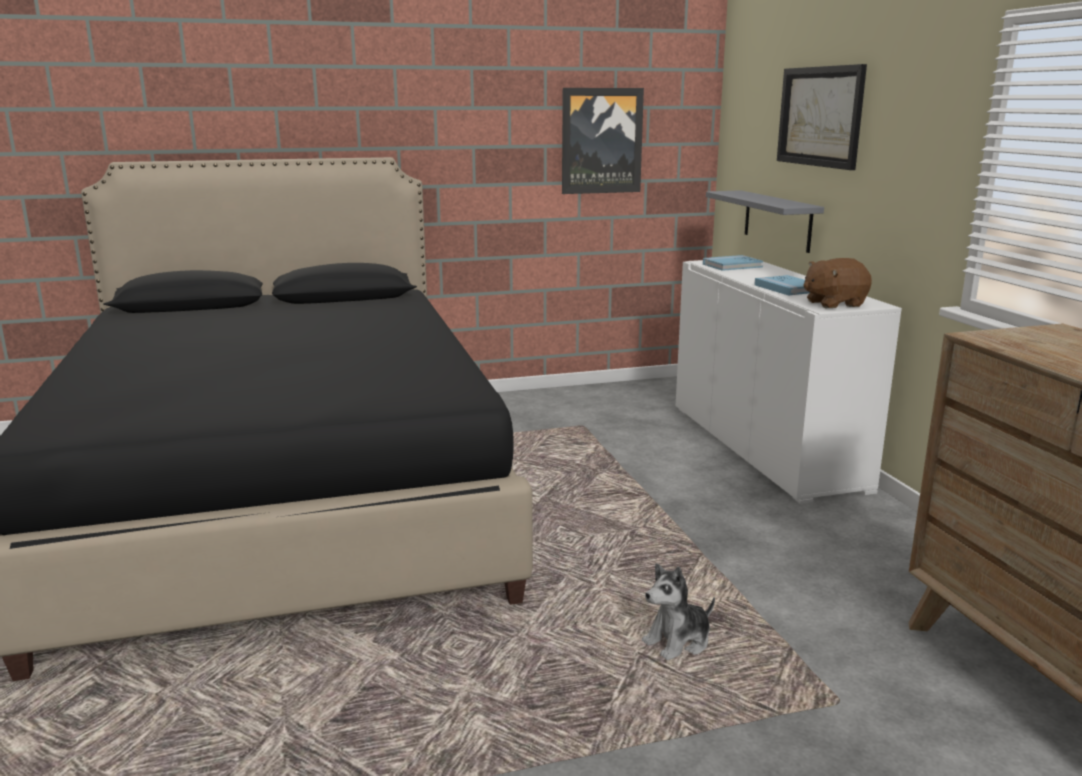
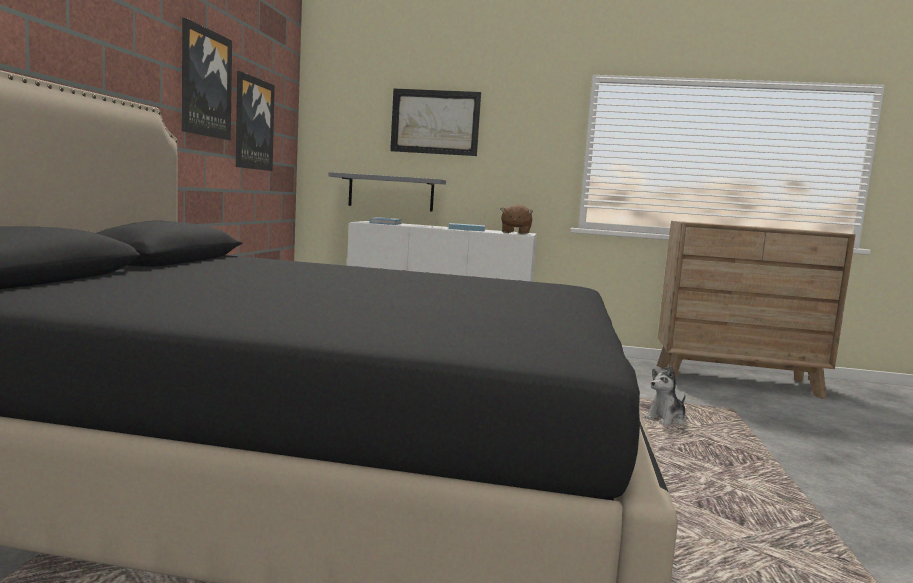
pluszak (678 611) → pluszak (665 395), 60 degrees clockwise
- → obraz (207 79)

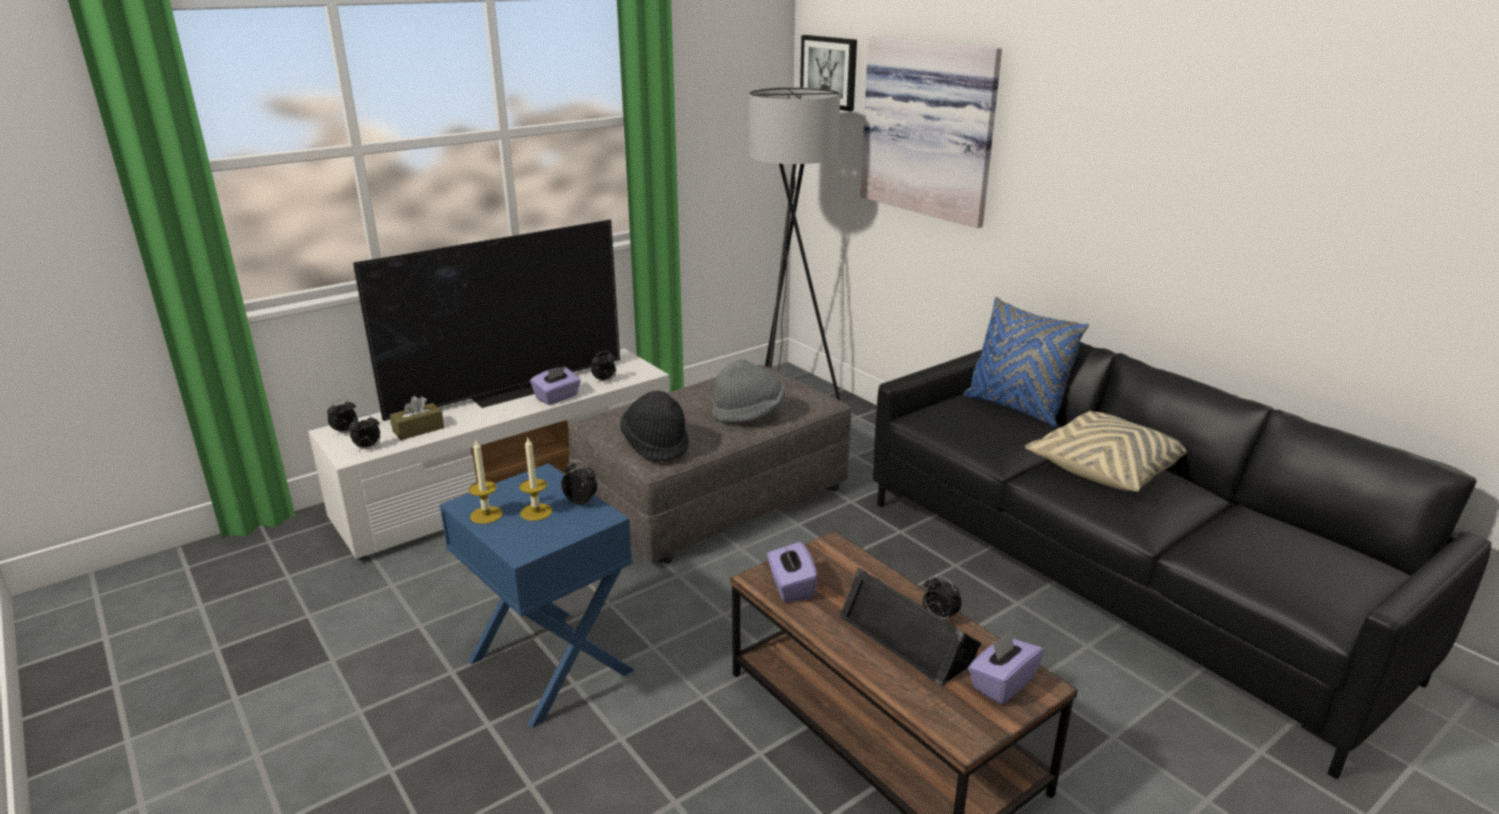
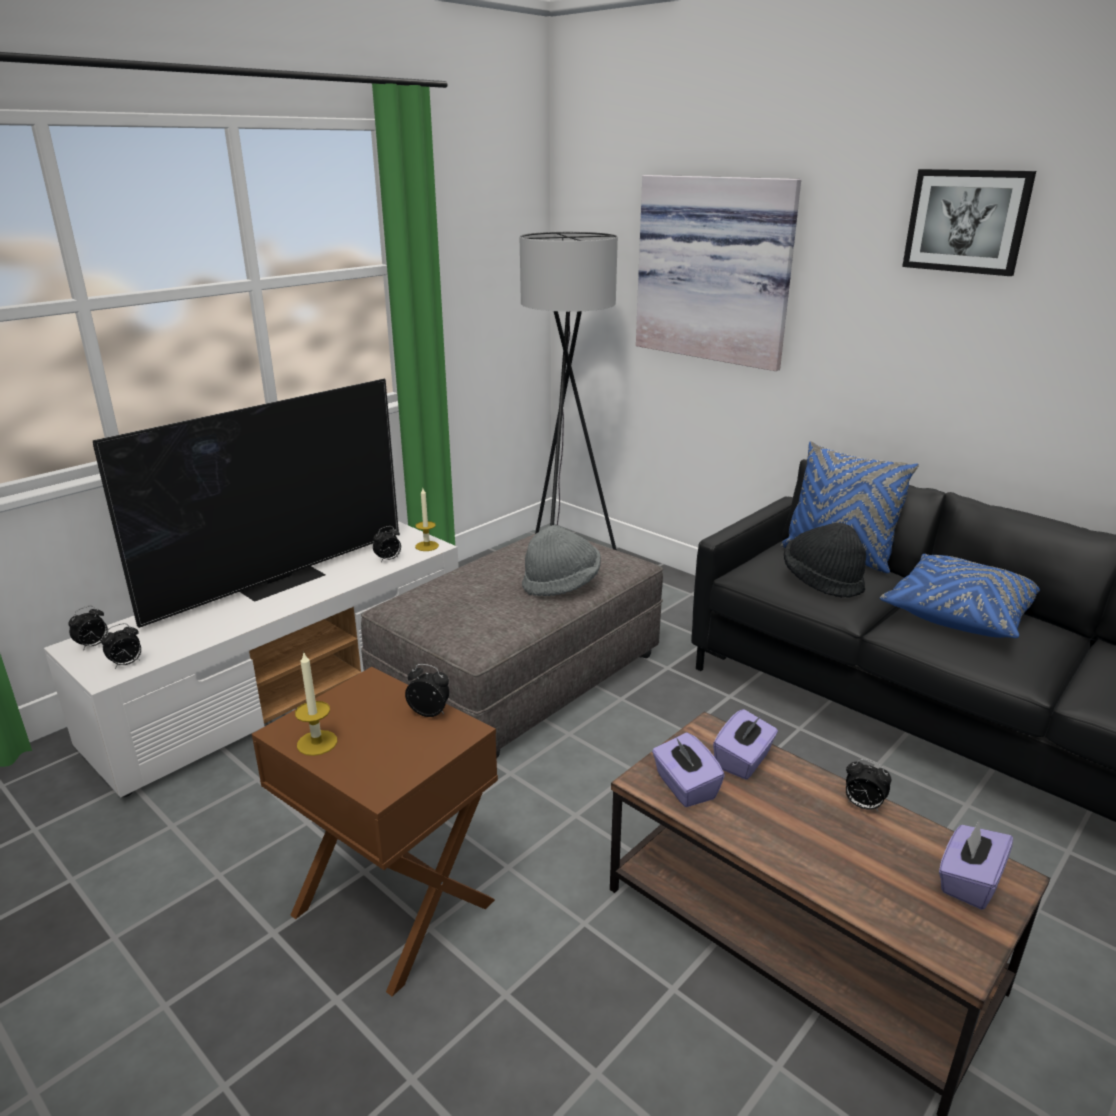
pudełko chusteczek (brązowy) (417 418) → -
stolik (niebieski) (536 595) → stolik (brązowy) (375 832)
świeca (535 478) → świeca (427 519), relocated
pudełko chusteczek (fioletowy) (555 385) → pudełko chusteczek (fioletowy) (745 744), relocated
kapelusz (czarny) (654 426) → kapelusz (czarny) (825 560), relocated
obraz (828 73) → obraz (969 222), relocated
głośnik (czarny) (910 626) → -
poduszka (beżowy) (1106 451) → poduszka (niebieski) (960 596)

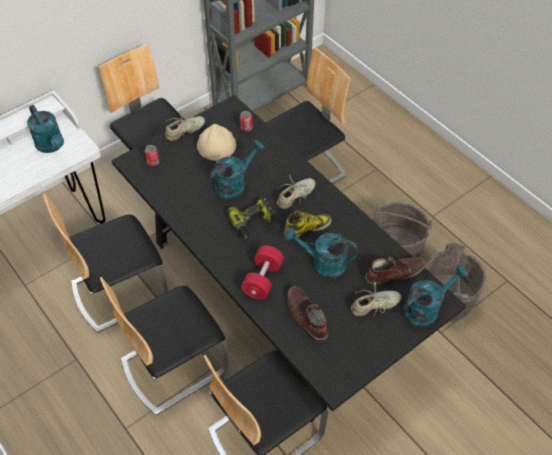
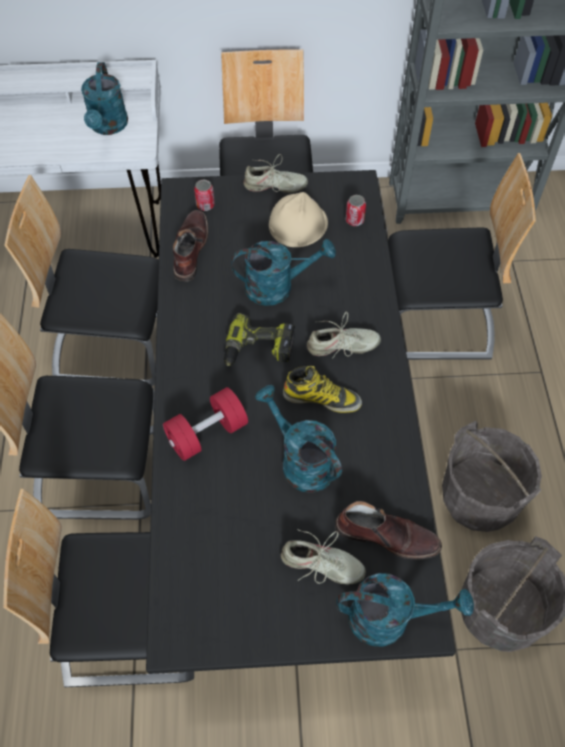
but z cholewką (brązowy) (307 314) → but z cholewką (brązowy) (190 246), relocated

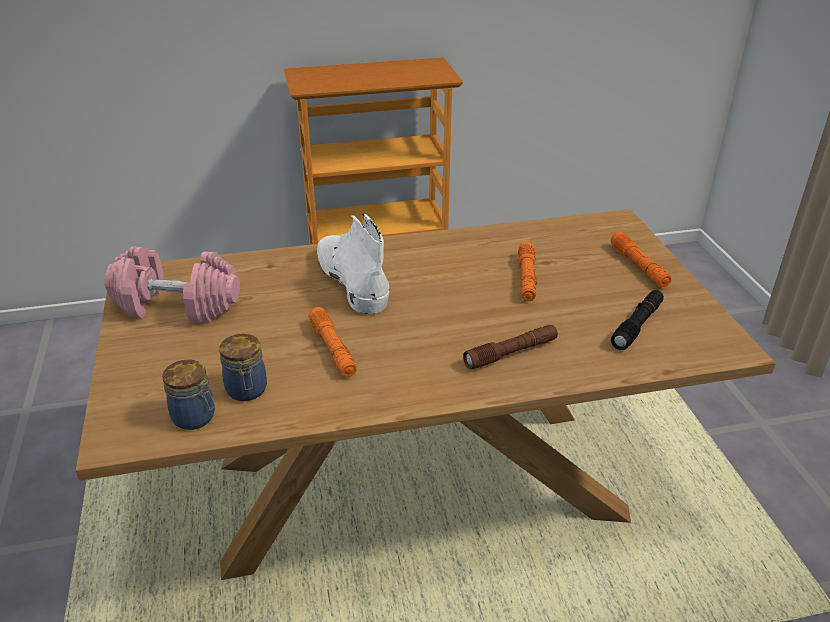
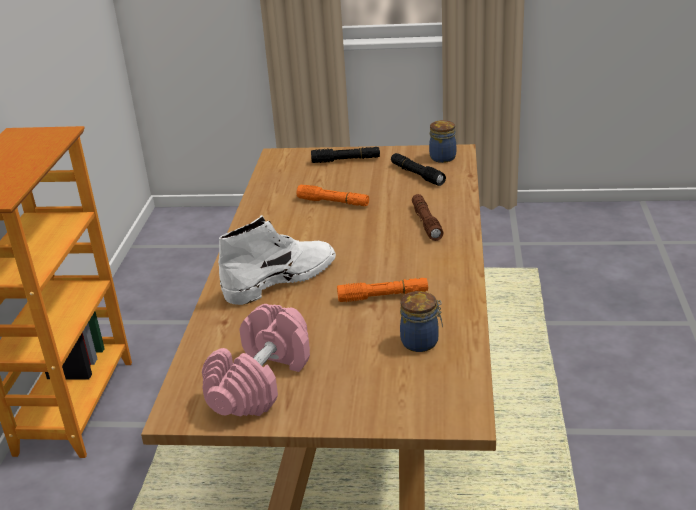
słoik (188 395) → słoik (442 141), relocated
but z cholewką (biały) (353 264) → but z cholewką (biały) (277 260), 150 degrees clockwise
latarka (pomarańczowy) (641 259) → latarka (czarny) (345 155)

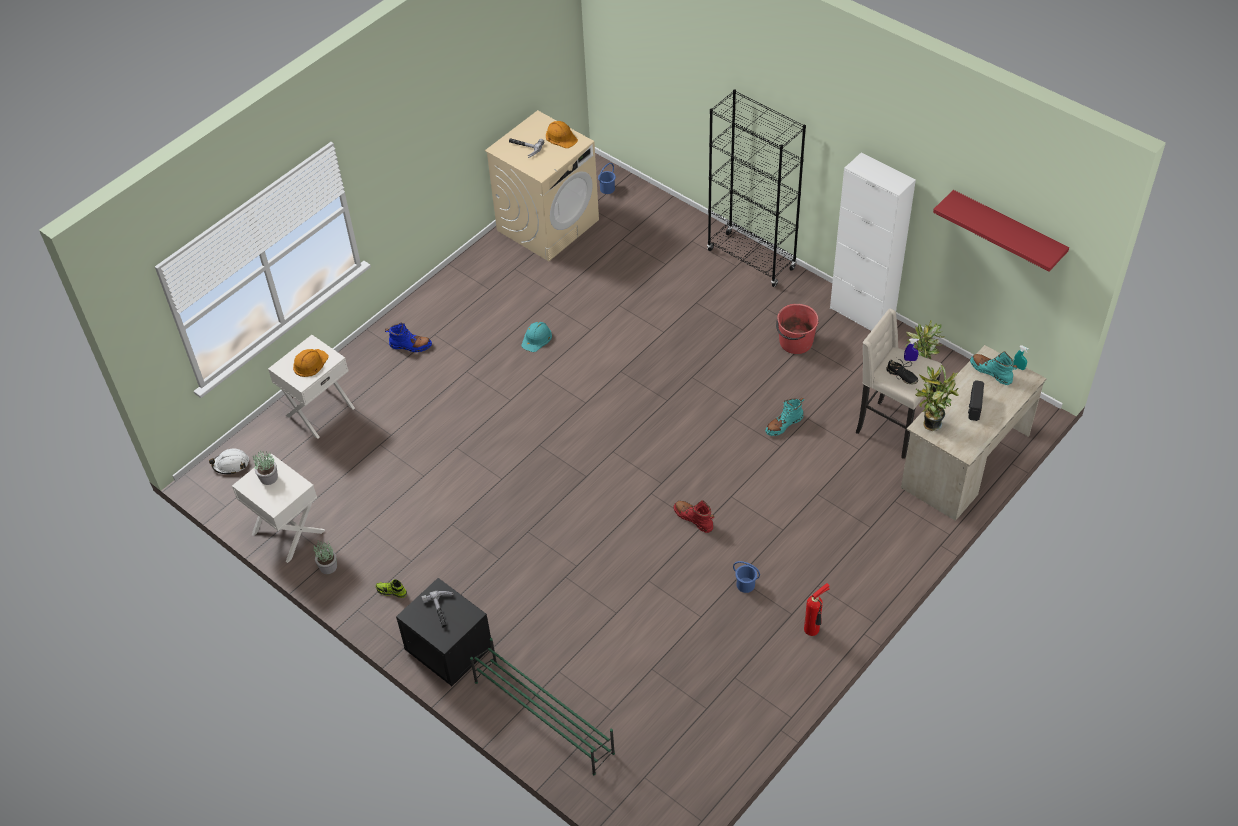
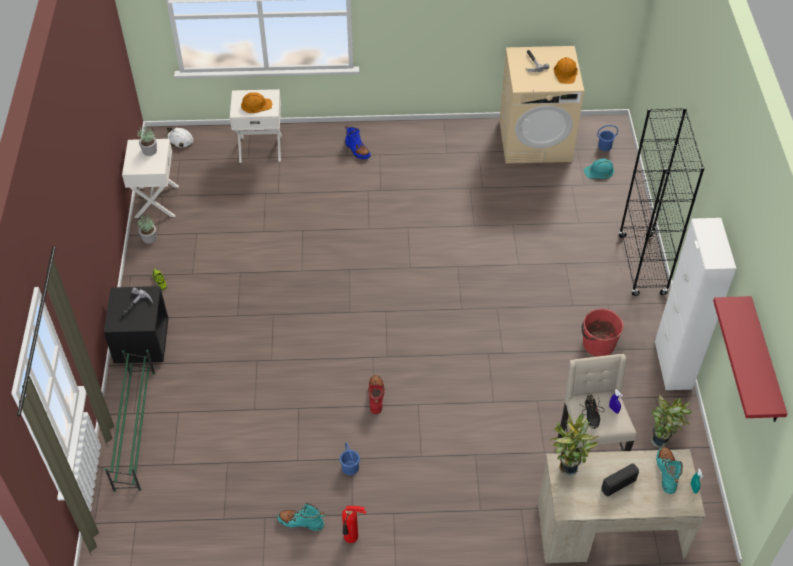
kask (turkusowy) (536 337) → kask (turkusowy) (599 168), relocated
but z cholewką (turkusowy) (785 417) → but z cholewką (turkusowy) (301 517), relocated

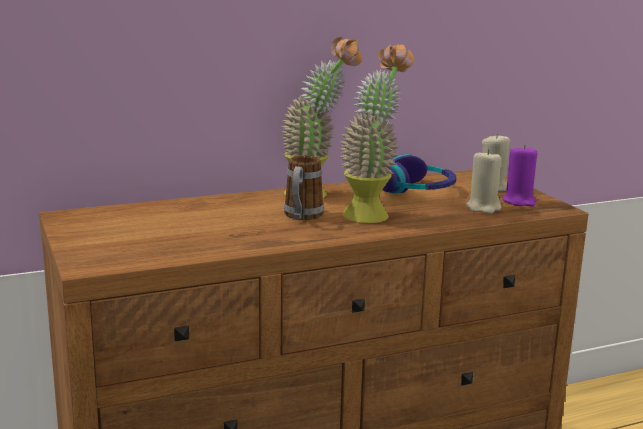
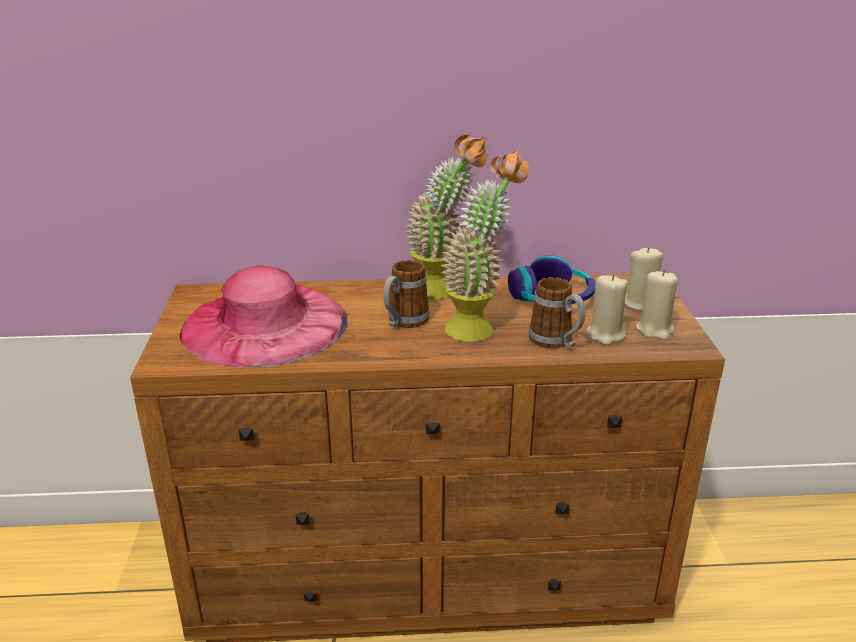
świeca (fioletowy) (520 175) → świeca (beżowy) (657 305)
- → kapelusz (różowy) (263 316)
- → kubek (557 312)

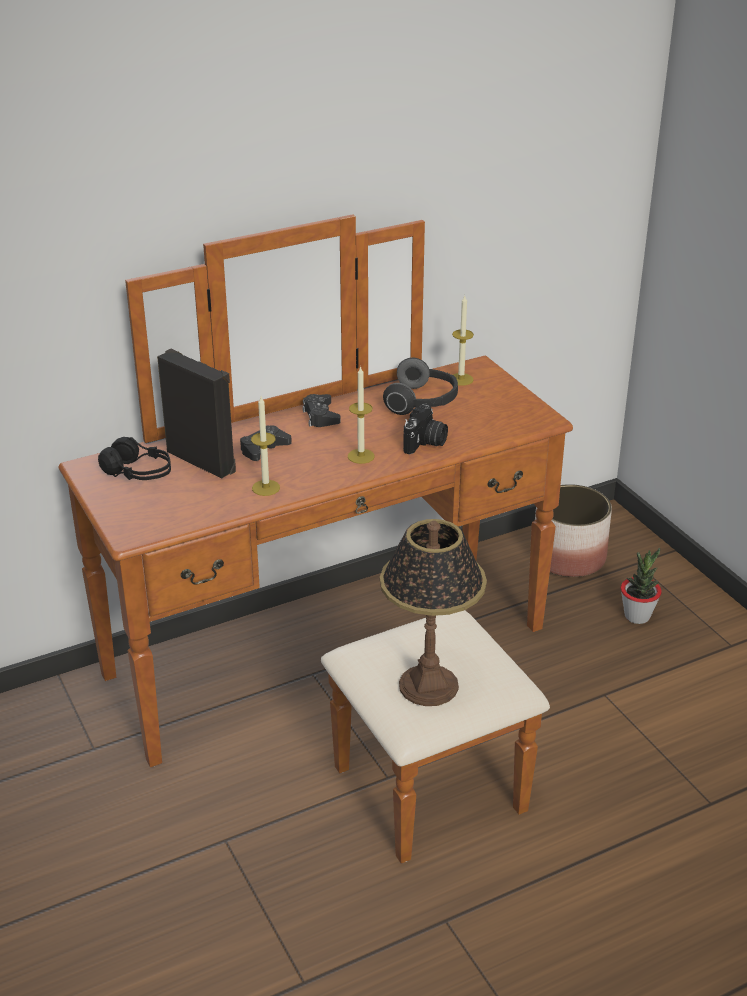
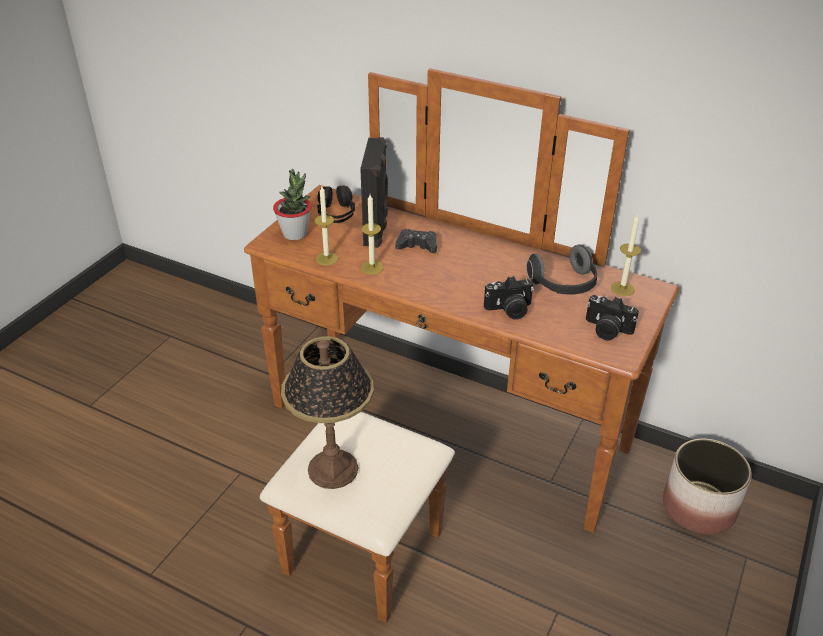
pad do gier (czarny) (321 410) → -
świeca (361 415) → świeca (326 226), relocated
roślina doniczkowa (641 585) → roślina doniczkowa (292 204), relocated
- → aparat fotograficzny (612 318)

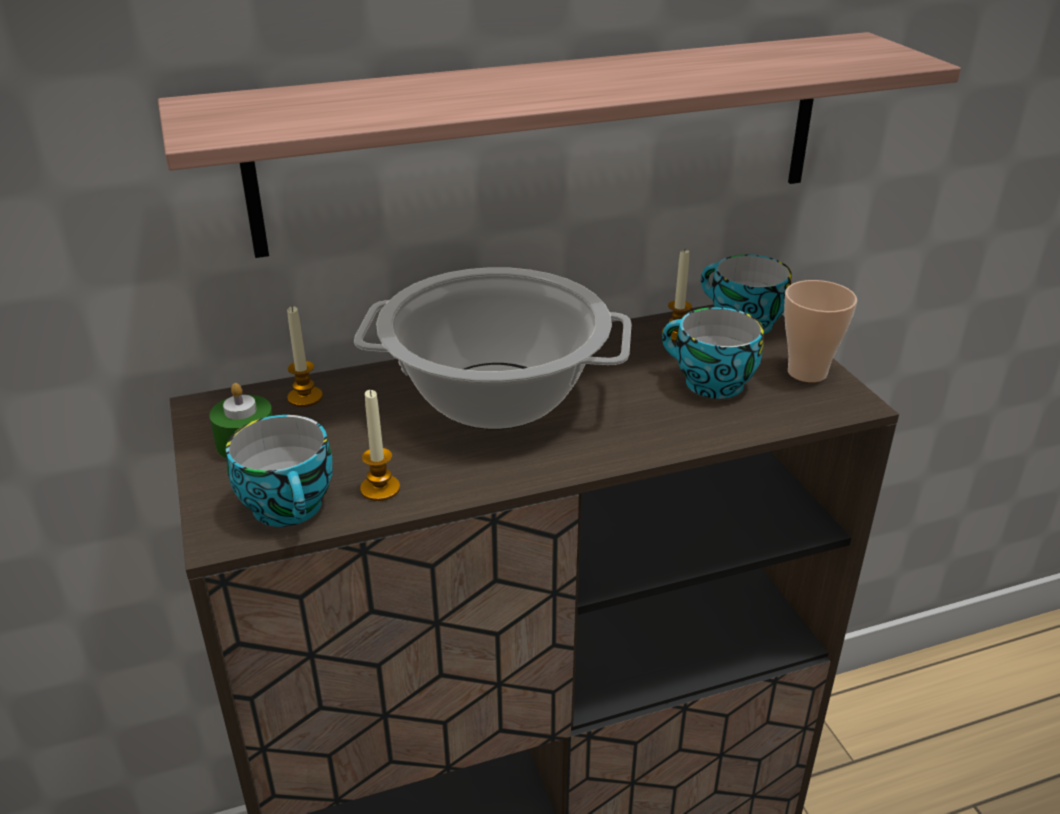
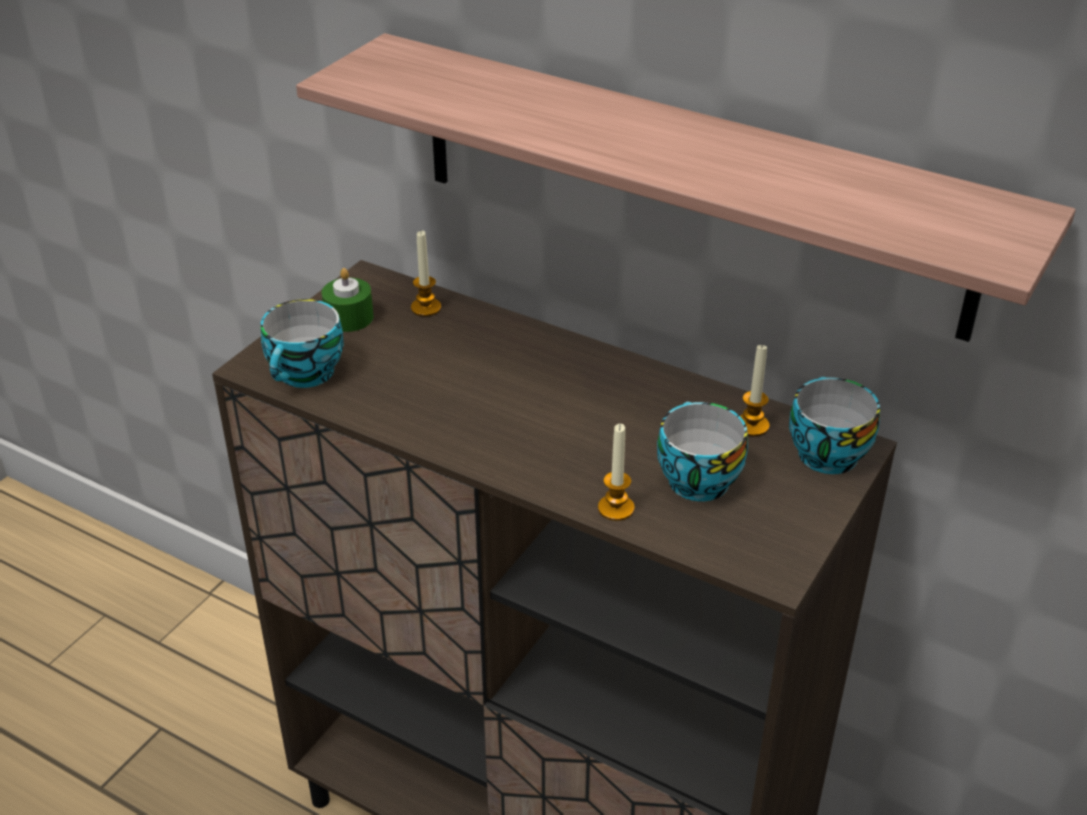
garnek (493 348) → -
świeca (380 445) → świeca (616 472), relocated
filiżanka (820 331) → -

